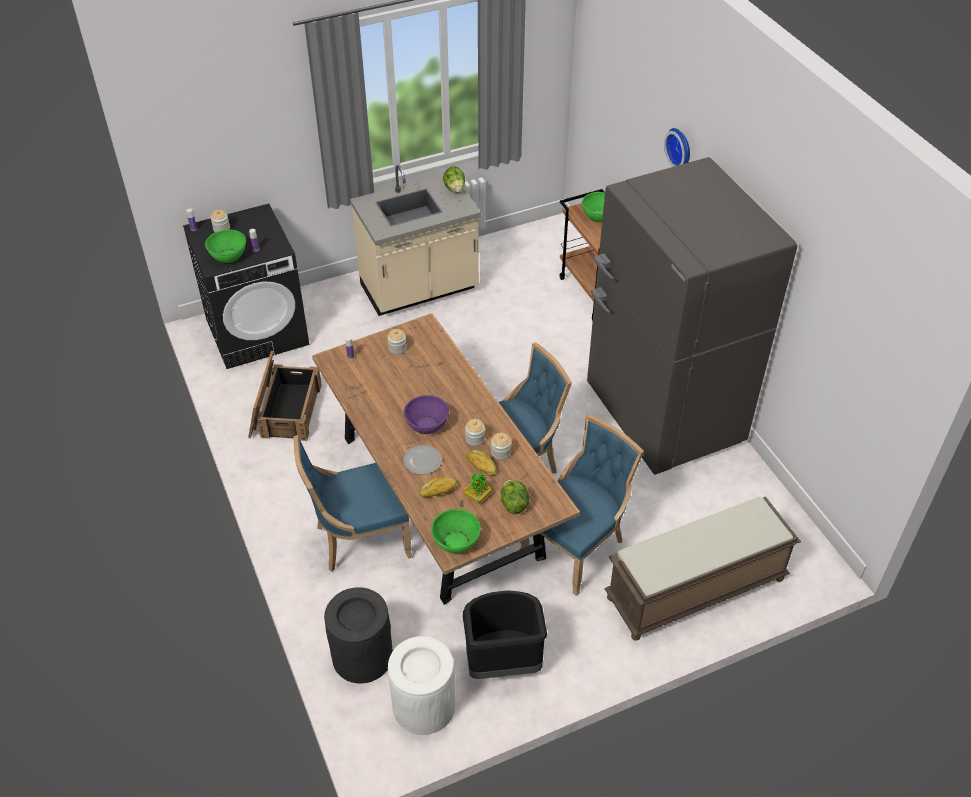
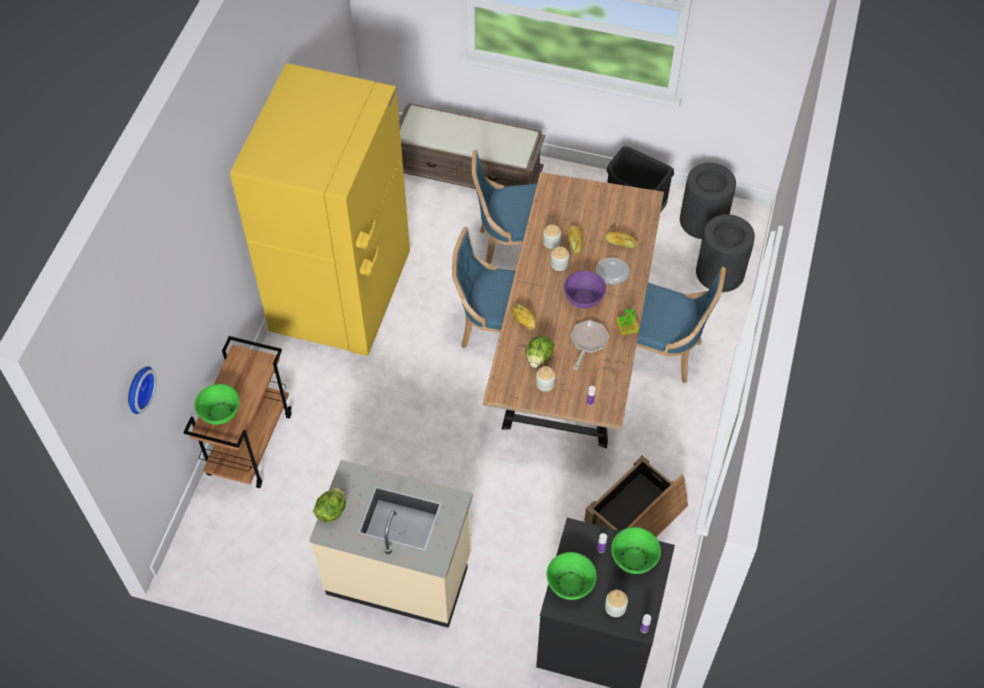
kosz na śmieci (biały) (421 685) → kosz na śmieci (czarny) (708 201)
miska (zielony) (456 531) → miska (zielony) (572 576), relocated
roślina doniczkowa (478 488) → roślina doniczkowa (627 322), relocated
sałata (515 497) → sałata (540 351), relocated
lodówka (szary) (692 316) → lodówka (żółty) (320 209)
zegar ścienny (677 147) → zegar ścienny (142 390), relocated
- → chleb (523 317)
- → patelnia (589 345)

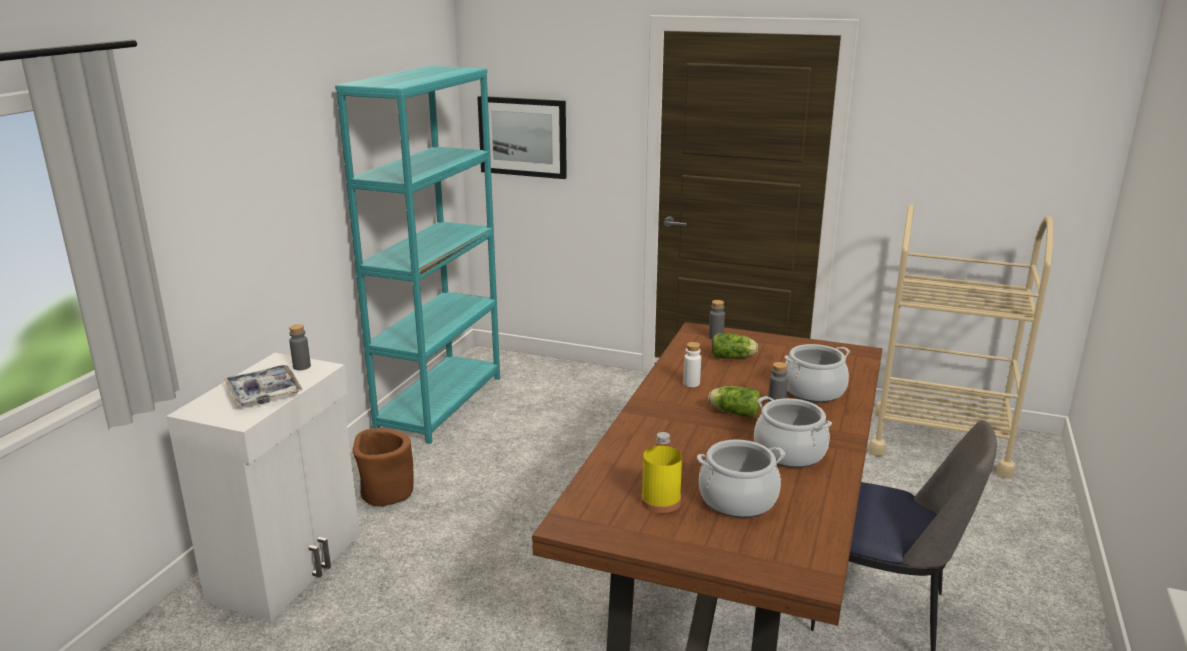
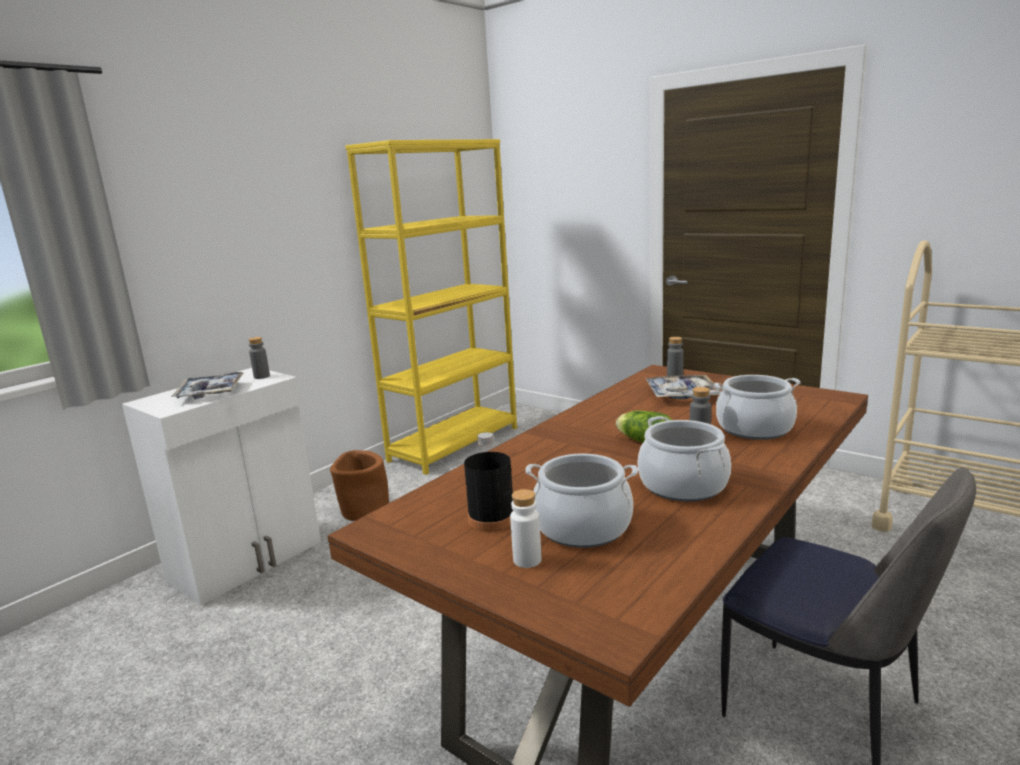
regał (turkusowy) (417 255) → regał (żółty) (431 307)
obraz (522 137) → -
butelka (żółty) (661 472) → butelka (czarny) (489 481)
butelka (biały) (692 364) → butelka (biały) (525 528), relocated
sałata (734 346) → taca (683 387)

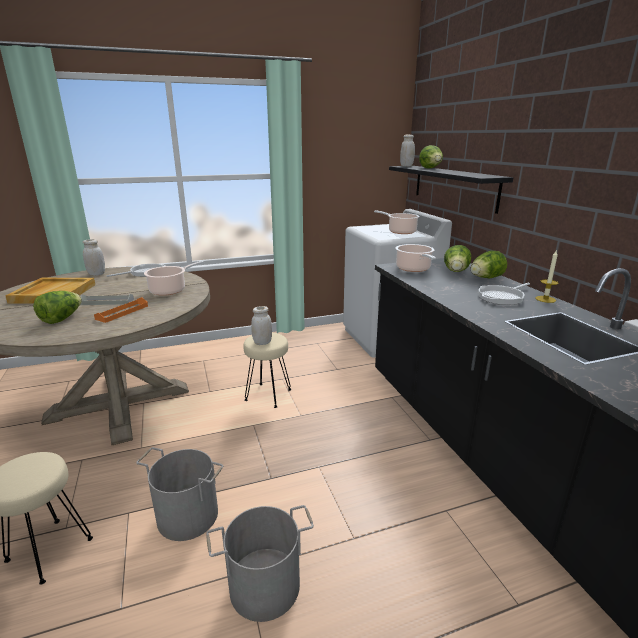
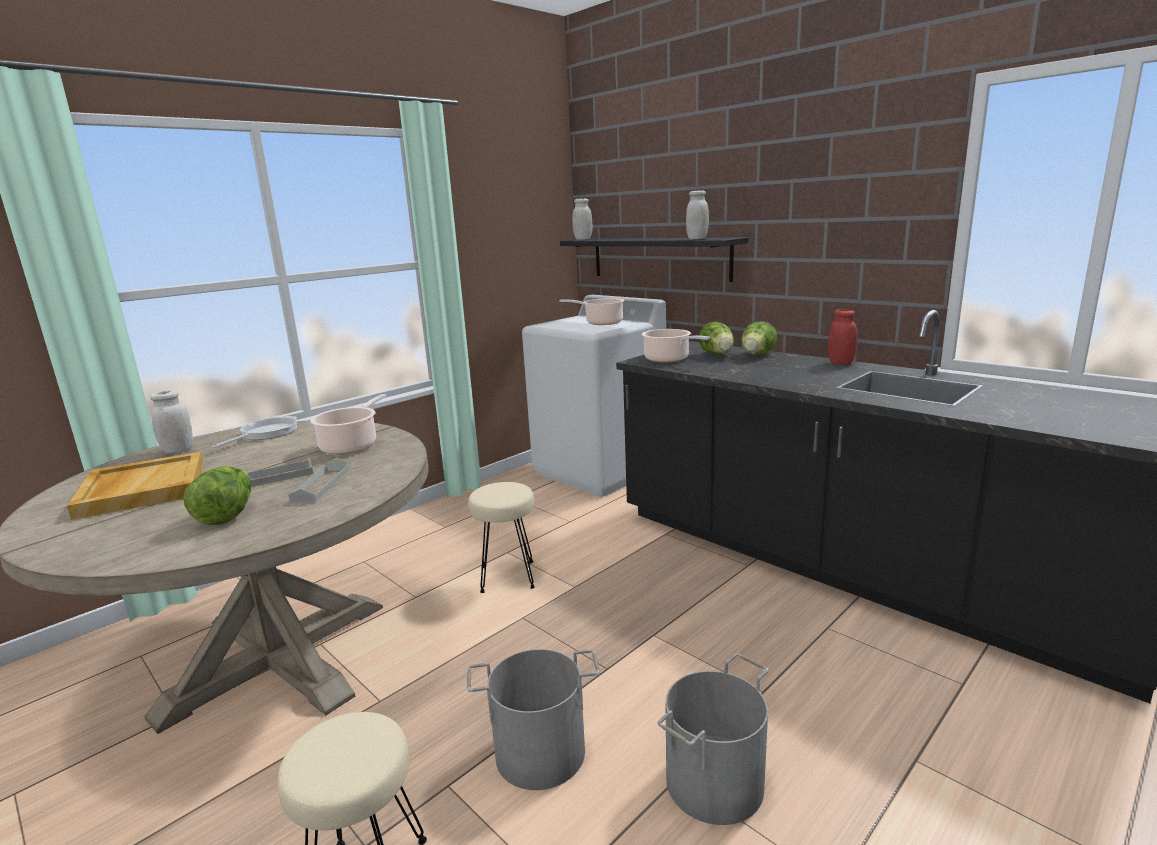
taca (pomarańczowy) (121 310) → taca (szary) (320 480)
słoik (biały) (261 325) → słoik (biały) (697 214), relocated
sałata (431 157) → -
patelnia (504 294) → -
świeca (546 277) → słoik (czerwony) (842 337)

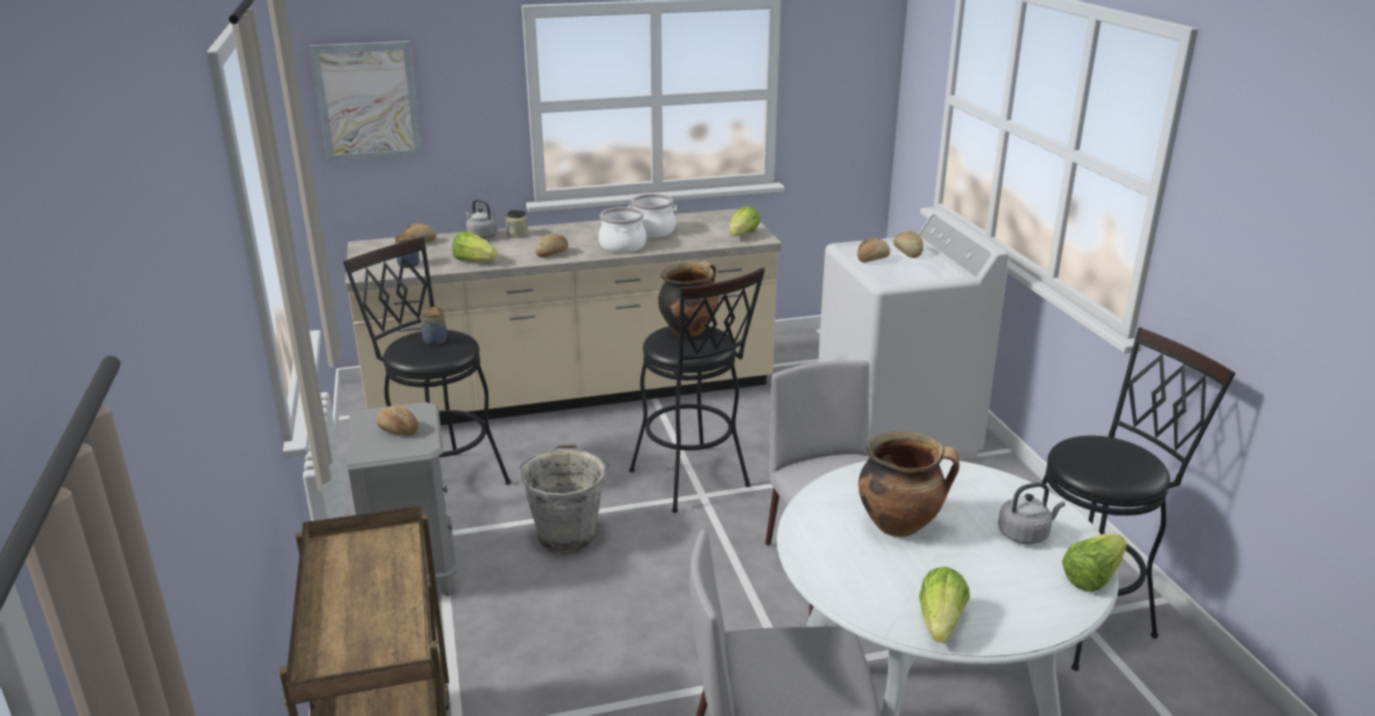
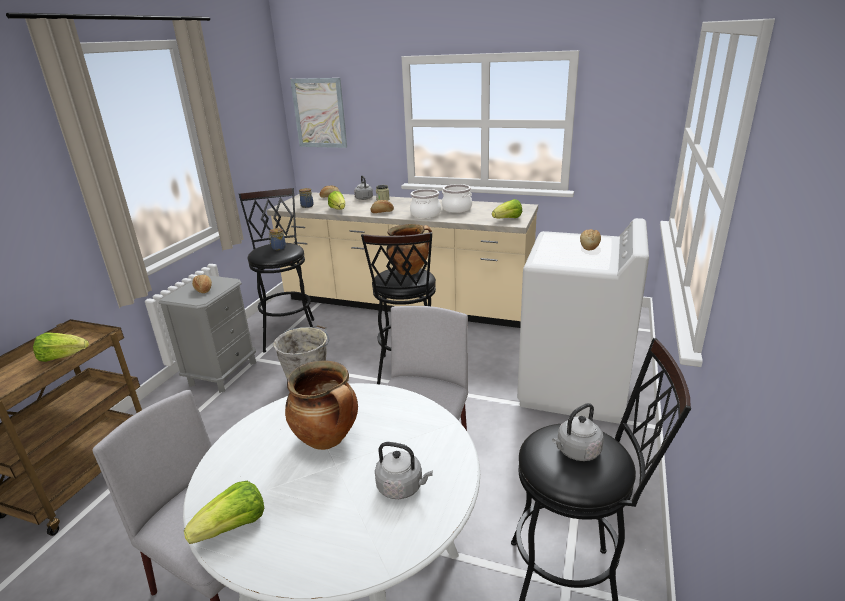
chleb (873 250) → -
sałata (1094 562) → sałata (61 347), relocated
- → czajnik (szary) (578 432)

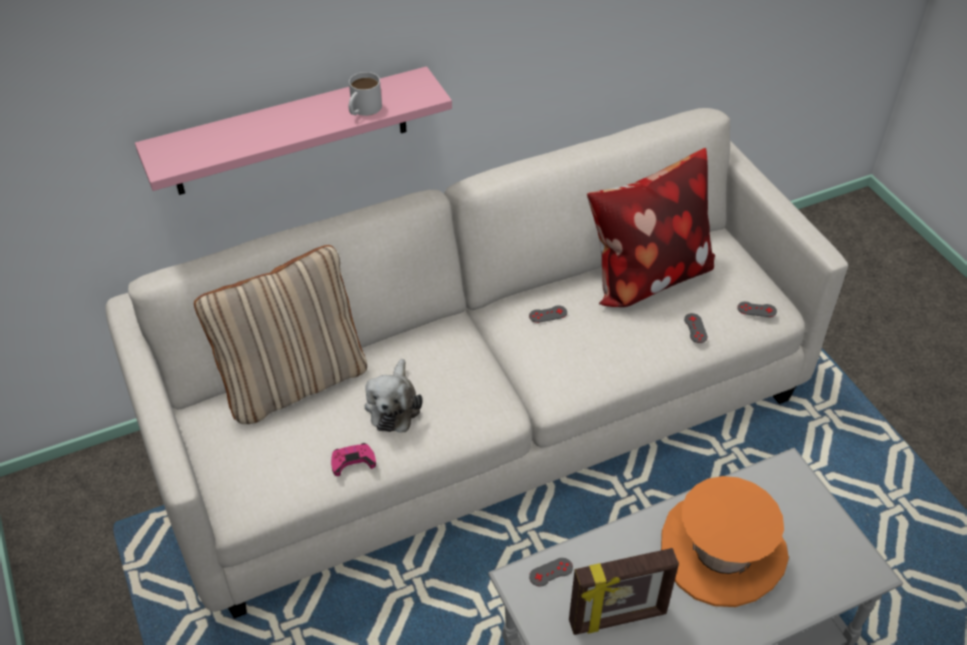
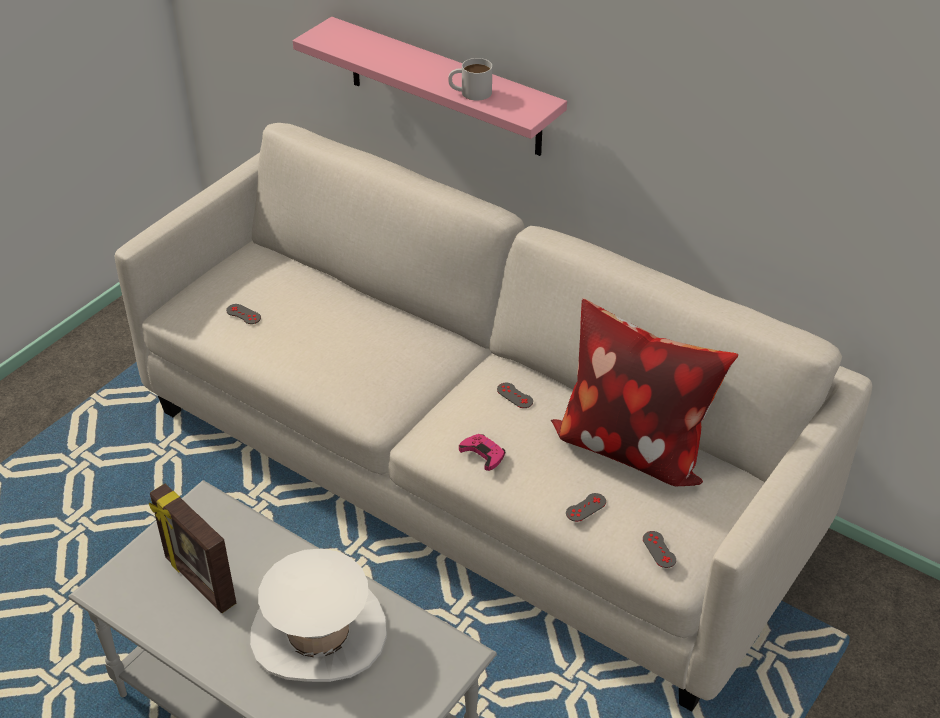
poduszka (beżowy) (280 334) → -
pad do gier (różowy) (353 459) → pad do gier (różowy) (482 452), relocated
pluszak (394 396) → -
pad do gier (szary) (551 572) → pad do gier (szary) (243 314), relocated
kapelusz (pomarańczowy) (725 541) → kapelusz (biały) (318 615)

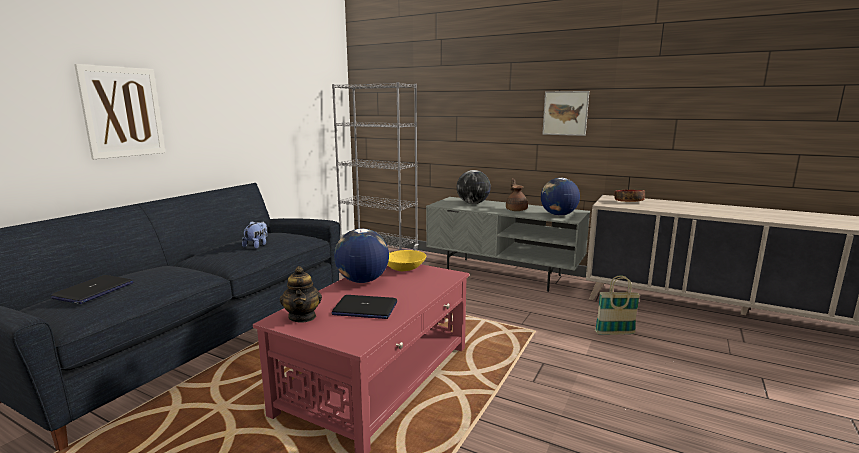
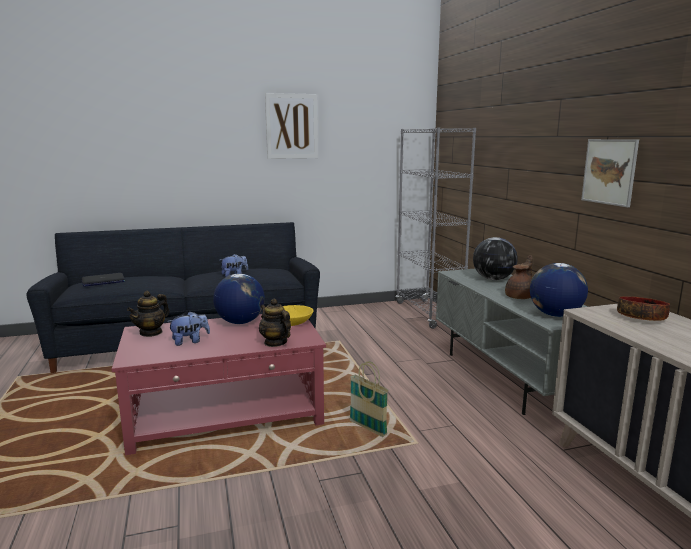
obraz (120 111) → obraz (291 126), relocated
laptop (364 307) → pluszak (188 328)
koszyk (617 305) → koszyk (369 399), relocated
- → imbryk (275 323)

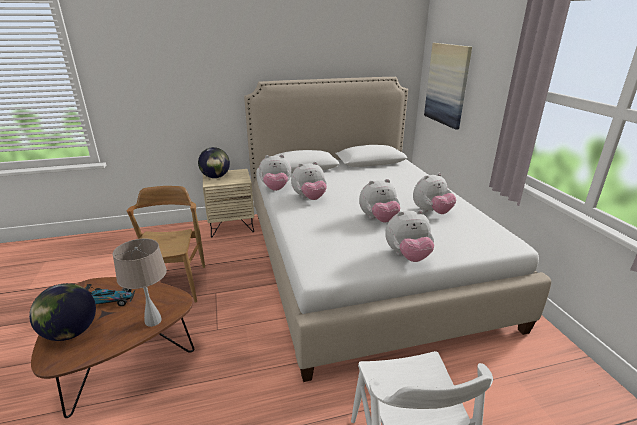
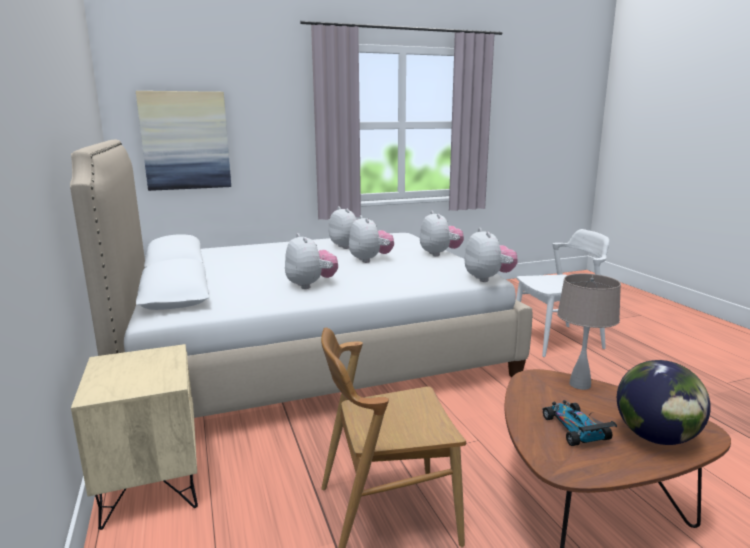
globus (214 162) → -
pluszak (275 172) → pluszak (491 255), relocated

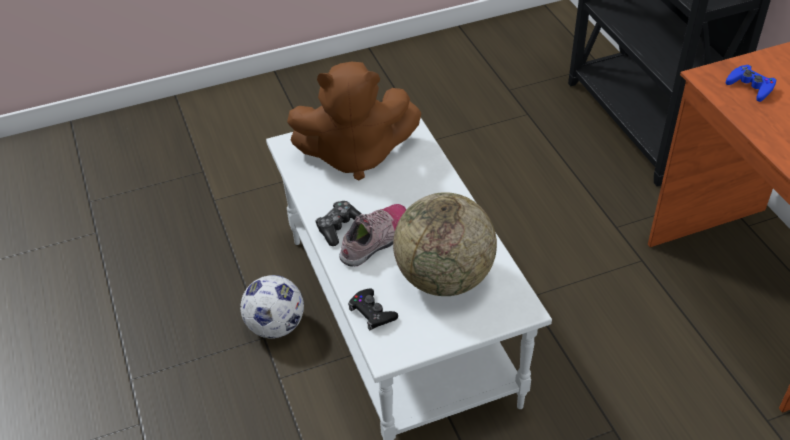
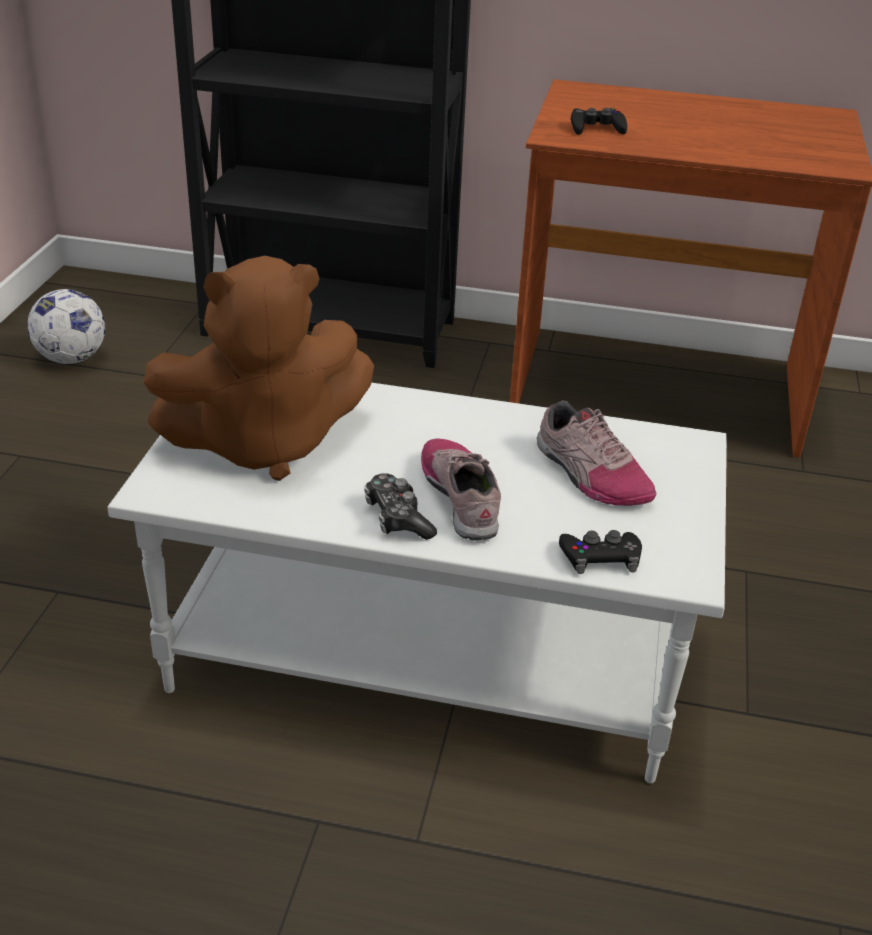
piłka futbolowa (272 307) → piłka futbolowa (66 326), relocated
pluszak (brązowy) (354 121) → pluszak (brązowy) (259 368), 45 degrees clockwise
globus (445 244) → but (596 453)
pad do gier (niebieski) (751 83) → pad do gier (czarny) (599 121)

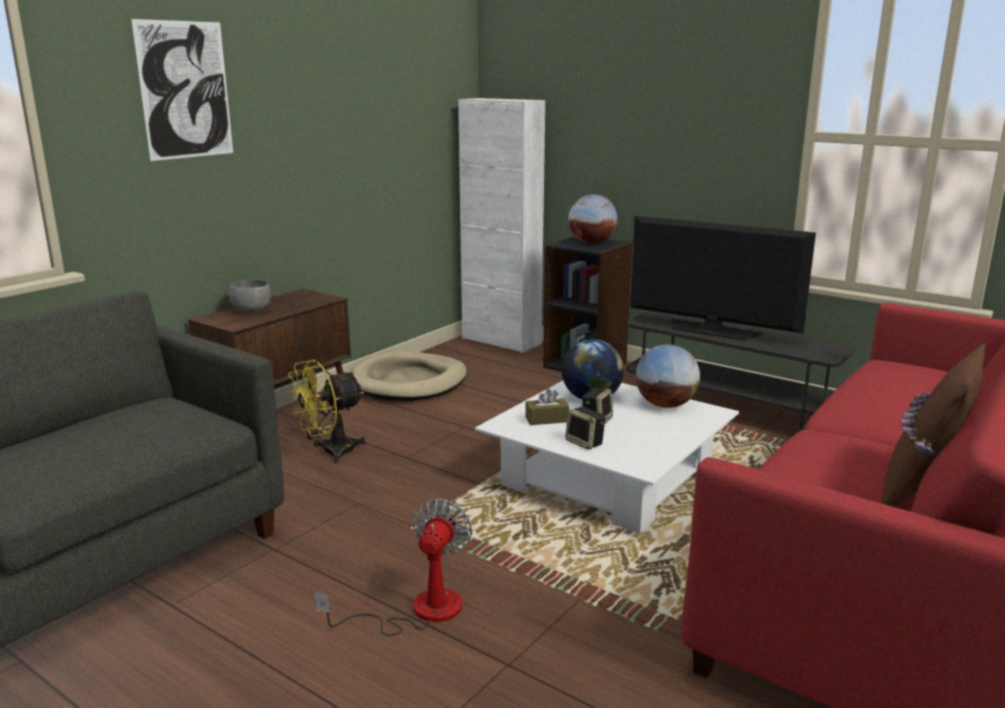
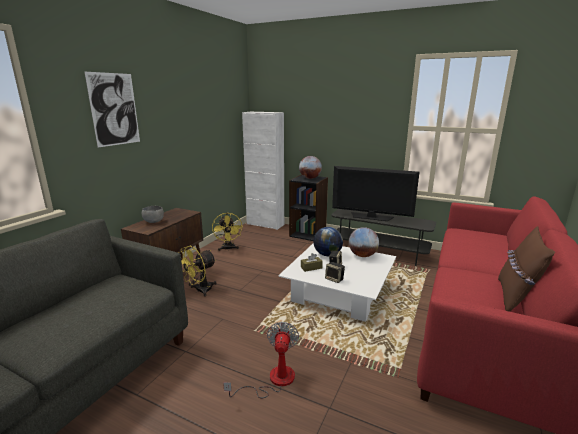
legowisko (beżowy) (409 376) → wentylator (żółty) (227 232)

